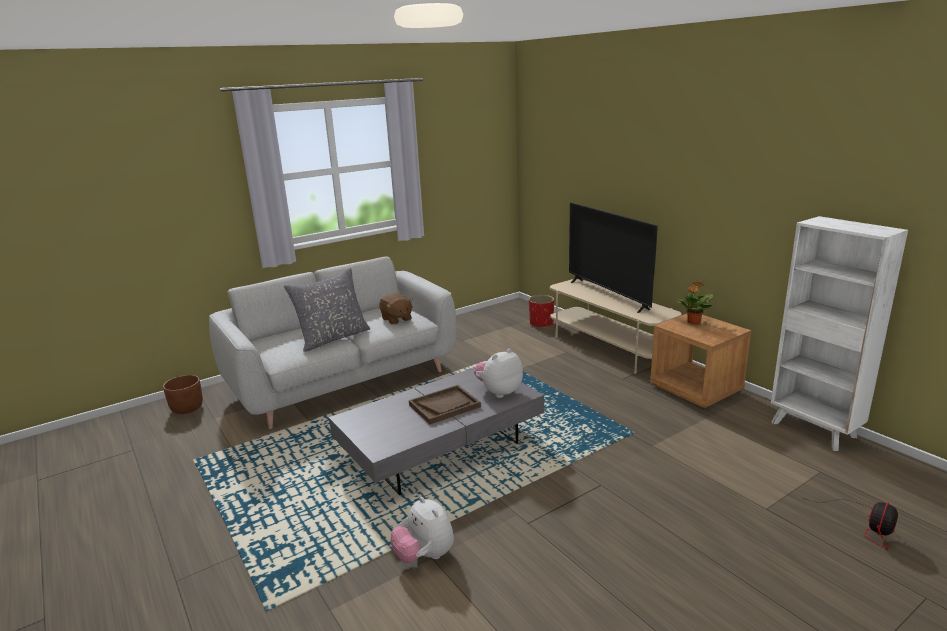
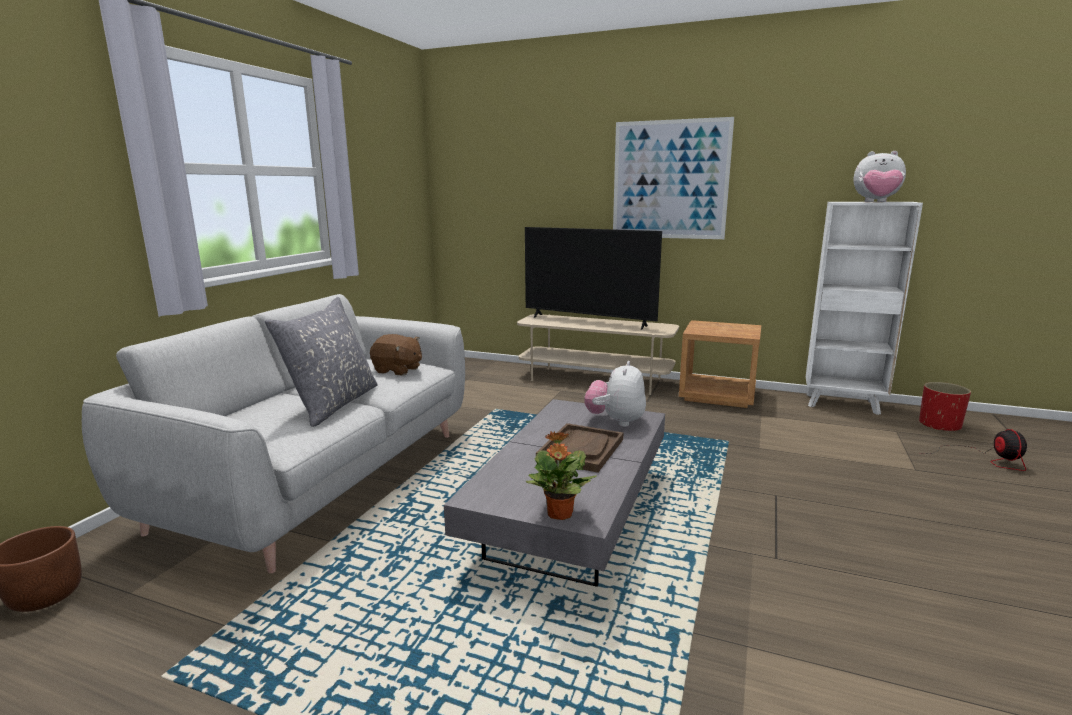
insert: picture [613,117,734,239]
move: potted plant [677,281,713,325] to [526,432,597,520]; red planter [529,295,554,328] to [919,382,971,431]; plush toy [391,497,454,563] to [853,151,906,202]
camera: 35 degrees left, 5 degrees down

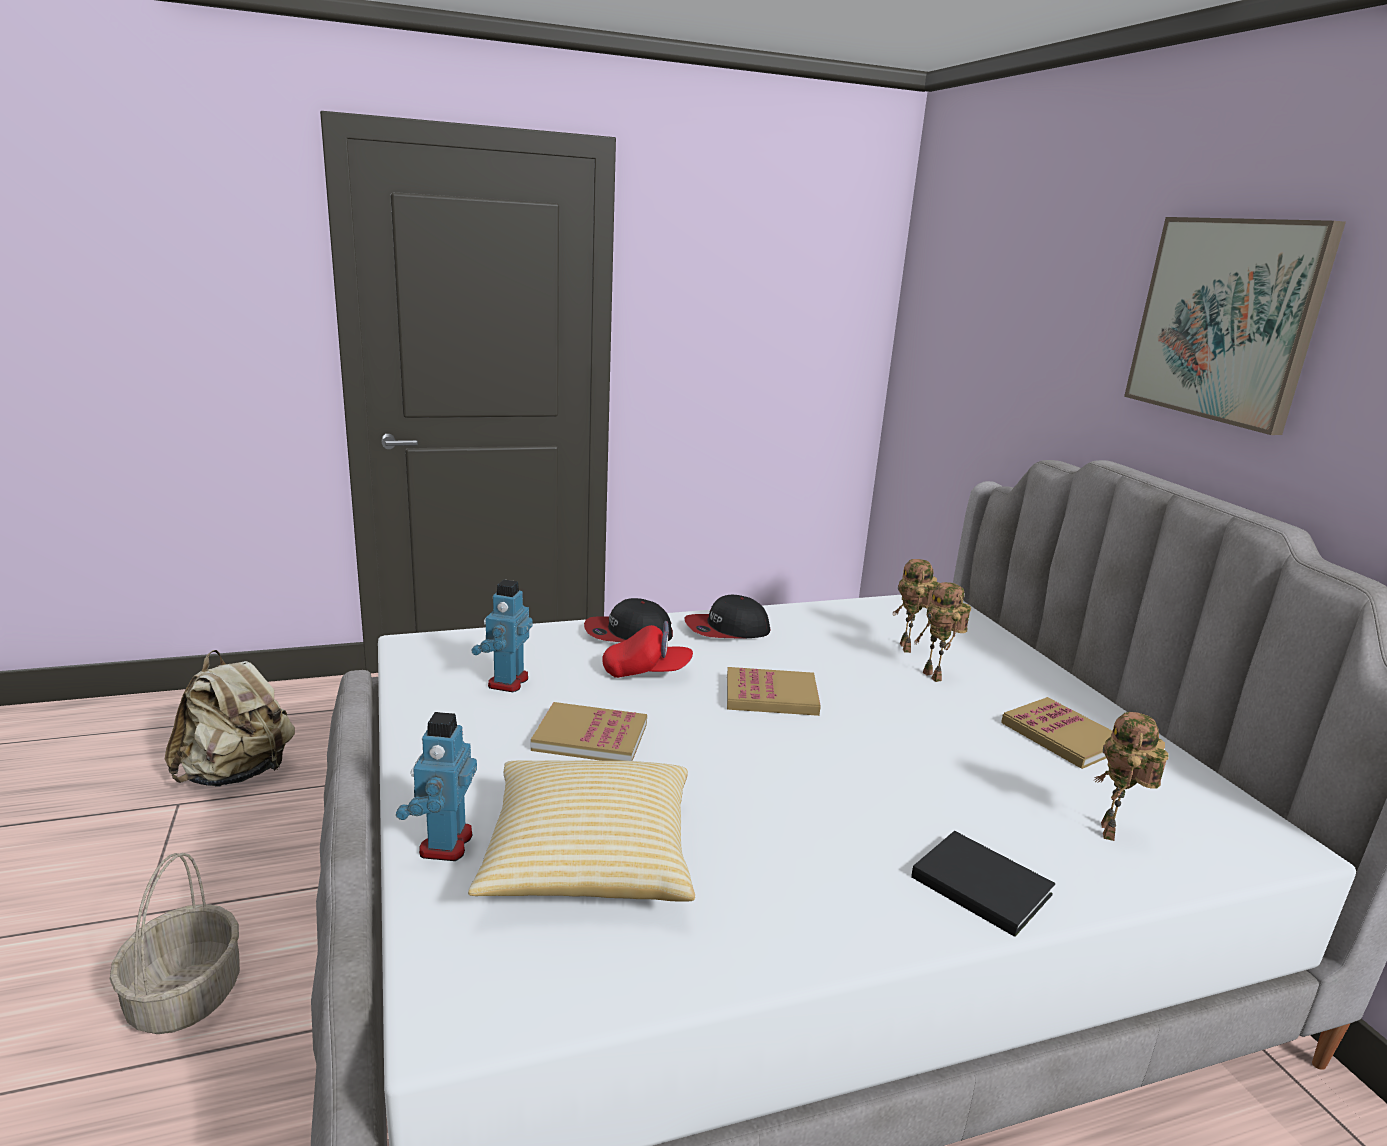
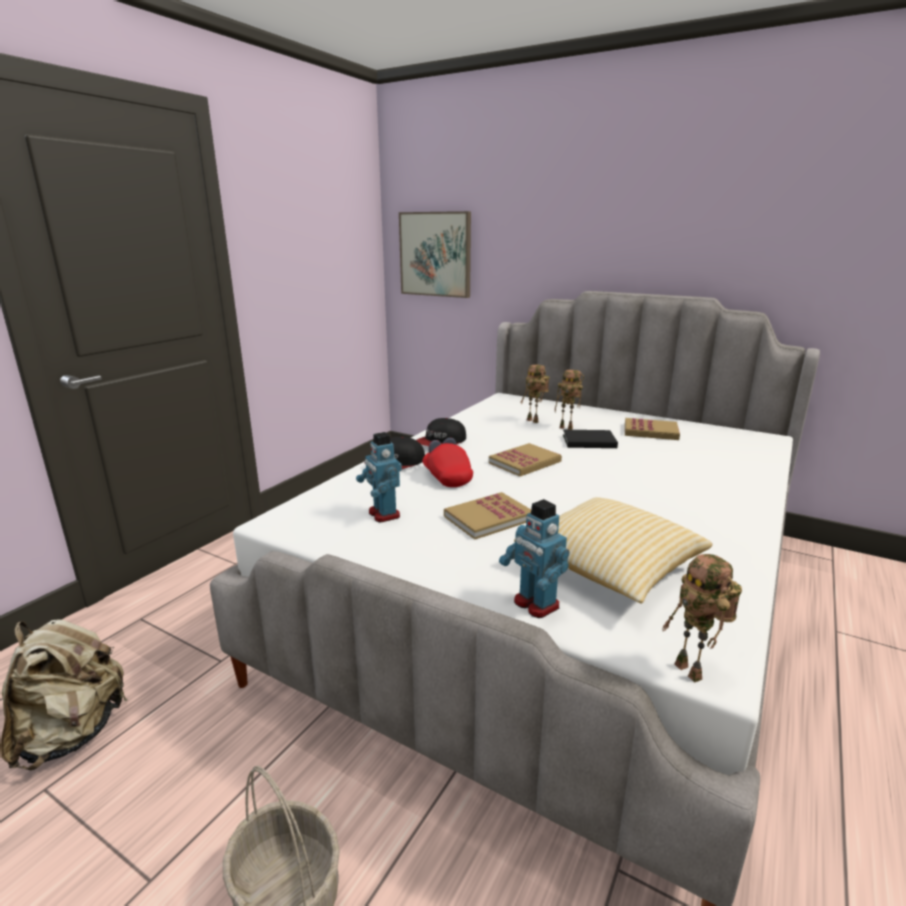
move: picture [1124,217,1346,435] to [399,211,471,298]; toy robot [1094,712,1169,841] to [662,554,742,682]; black book [911,831,1055,937] to [563,430,618,448]
rotate: red cap [602,621,693,678] = [422,438,473,487] 75 degrees counterclockwise
camera: 40 degrees left, 0 degrees up

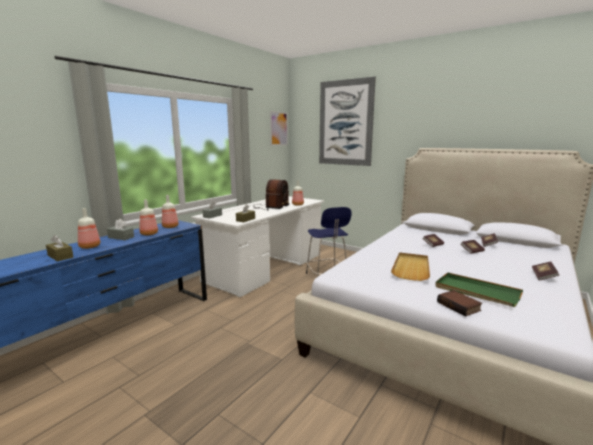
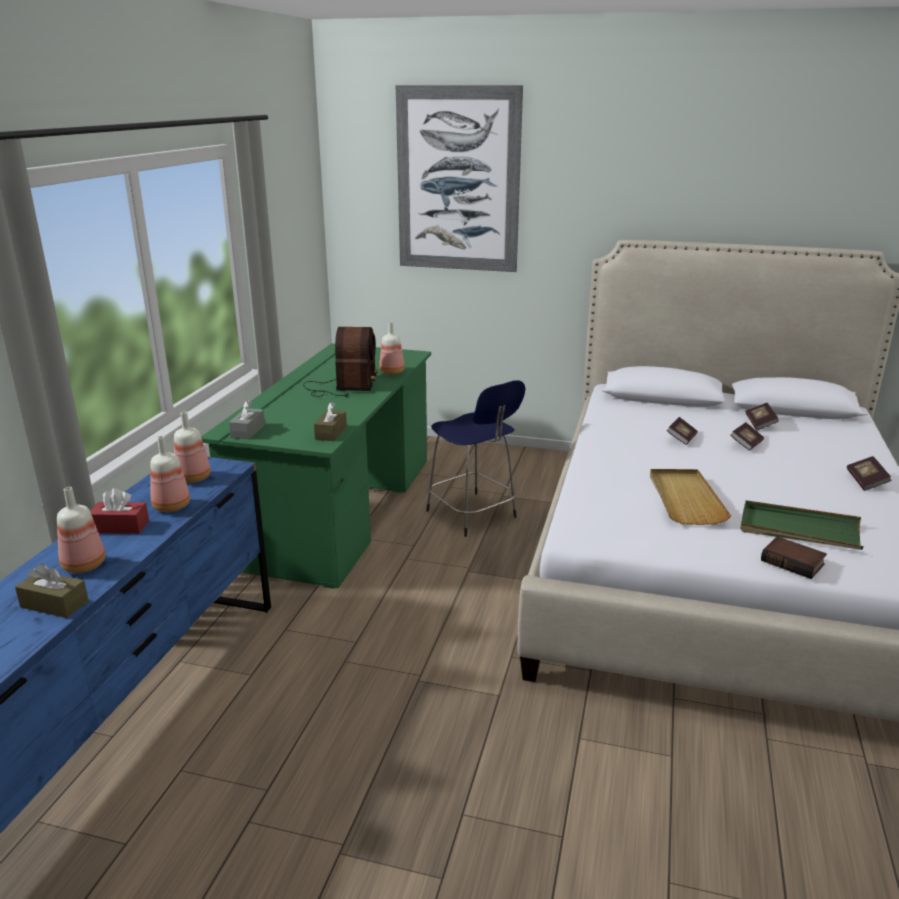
delete: picture [270,111,288,146]
recolor: white desk [191,196,324,297] to green desk [201,343,431,589]; grey tissue box [107,219,134,240] to red tissue box [90,488,149,534]
camera: 20 degrees left, 10 degrees up

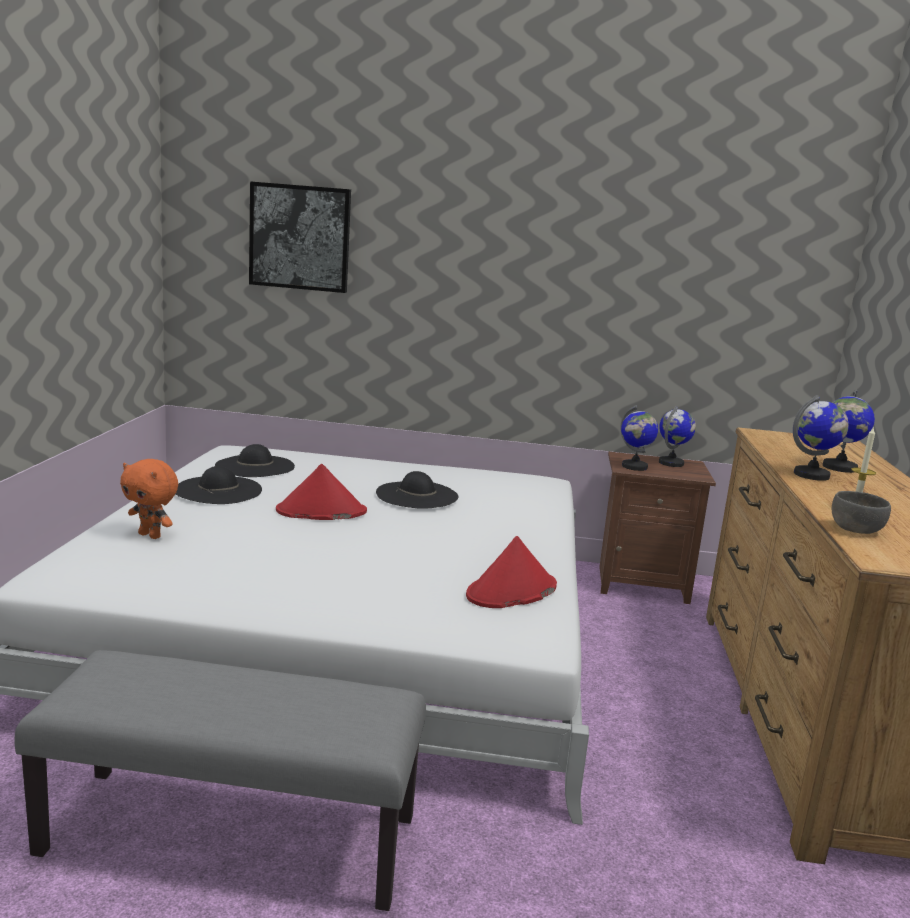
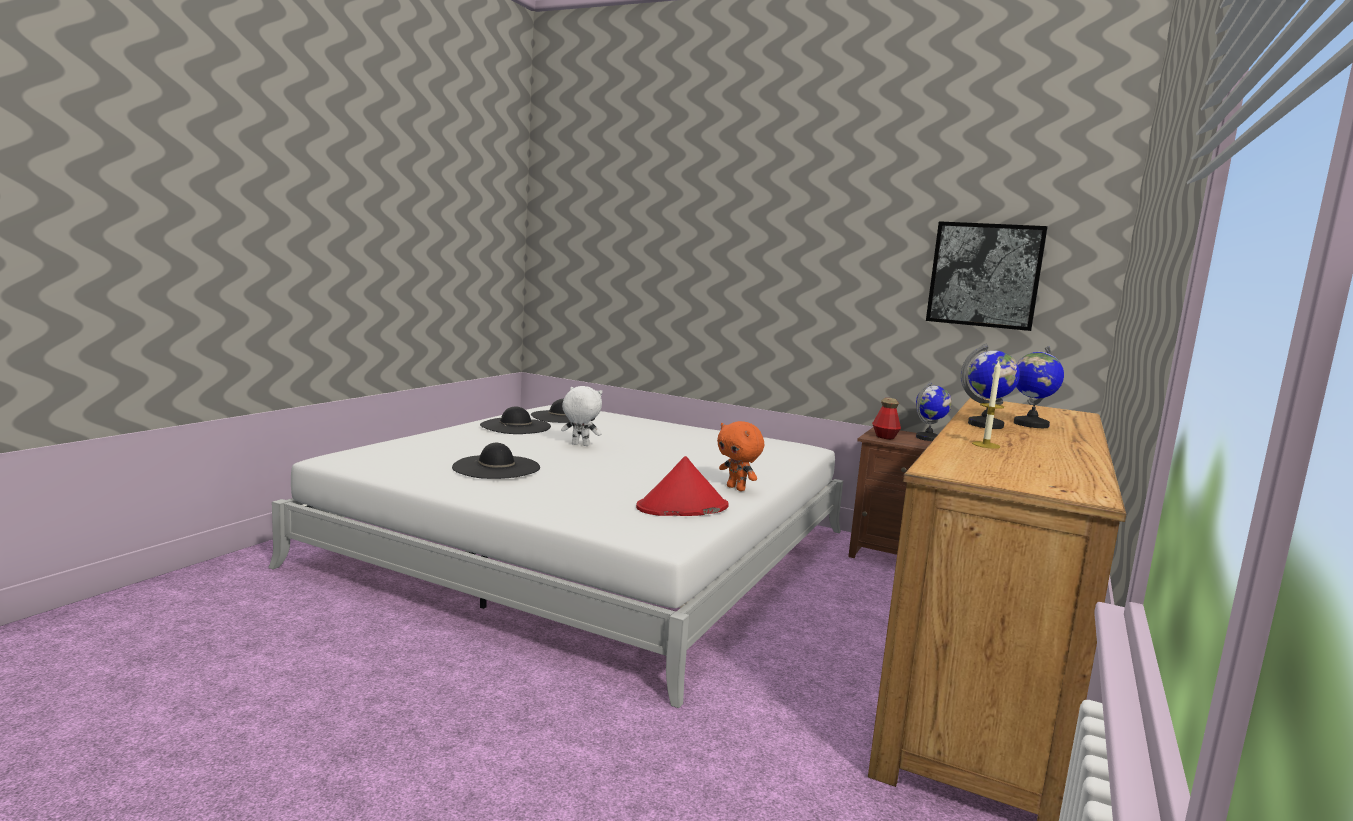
delete: grey bowl [832,491,891,534]; grey bench [14,650,426,911]
move: picture [249,181,351,293] to [926,221,1048,331]; orange plush toy [120,459,178,539] to [717,421,764,491]; black hat [376,471,459,509] to [452,443,540,479]
replace: globe [620,405,658,471] to bottle [872,398,901,439]; red hat [276,464,367,520] to white plush toy [561,386,603,446]
camera: 20 degrees right, 5 degrees down

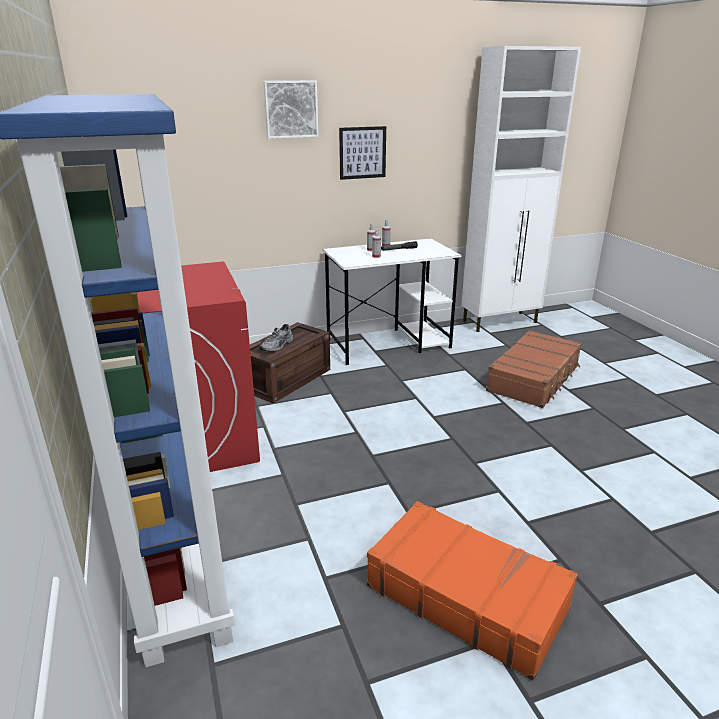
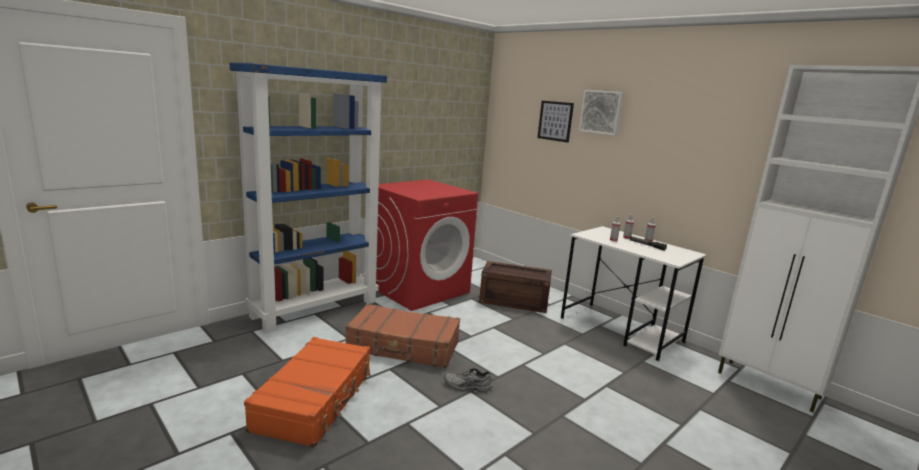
move: picture [339,126,386,180] to [537,101,574,143]; grey shoe [259,324,294,352] to [444,368,492,392]; brown suitcase [486,330,582,408] to [345,304,460,368]
camera: 65 degrees right, 10 degrees down

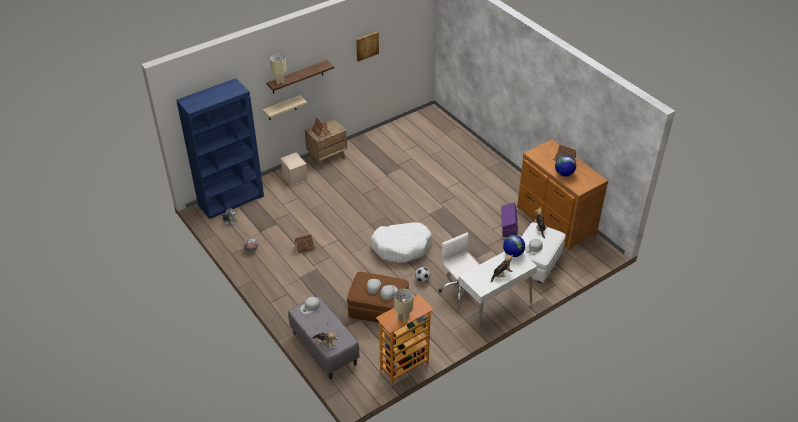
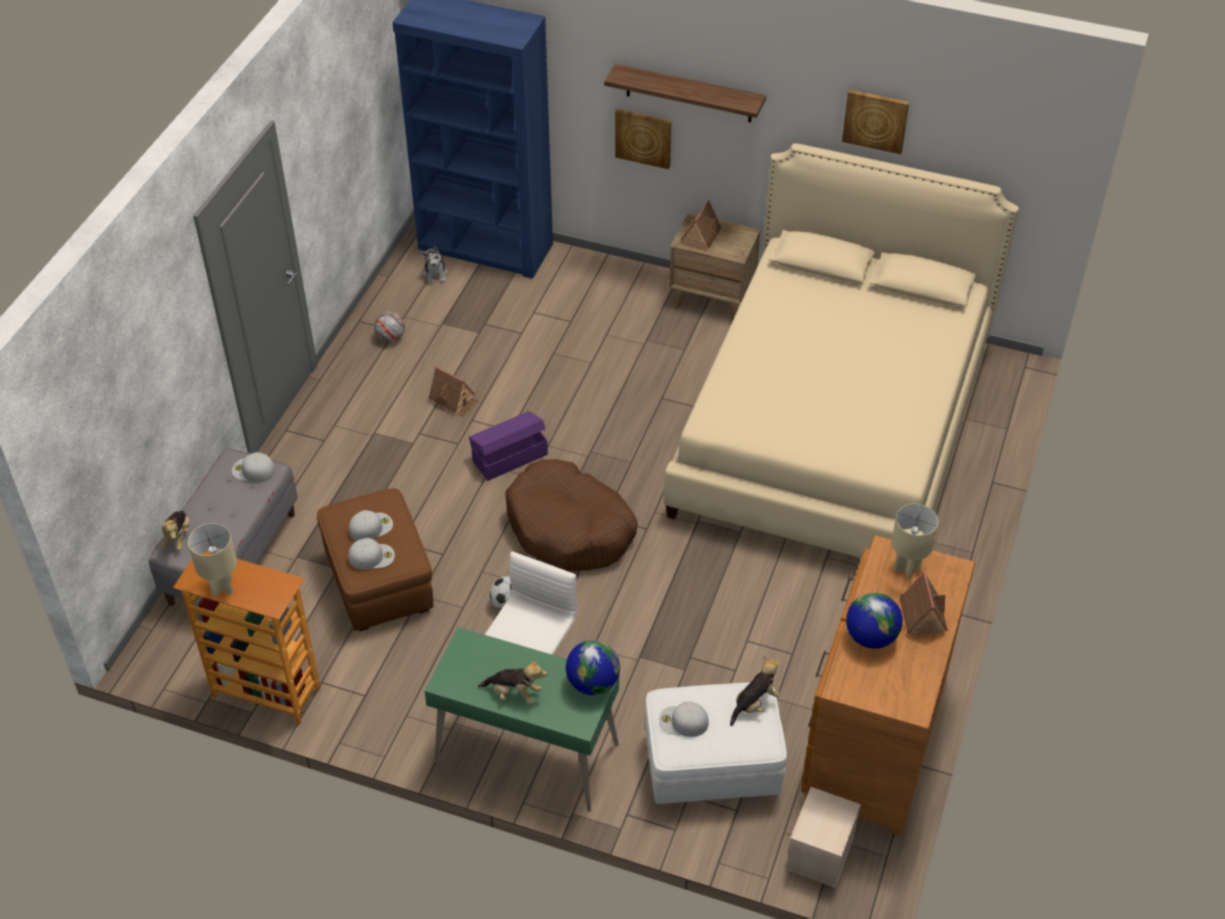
insert: beige bed [664,143,1019,558]
move: beige table lamp [270,54,287,84] to [891,504,938,579]; beige storage box [280,153,308,186] to [786,787,861,888]; purple storage box [501,202,518,237] to [469,411,548,481]
replace: beige shelf [263,95,307,120] to picture [615,109,671,169]
recolor: white dog bed [371,222,432,263] to brown dog bed [506,459,638,571]; white desk [456,251,537,333] to green desk [424,627,619,812]
camera: 55 degrees right, 5 degrees up

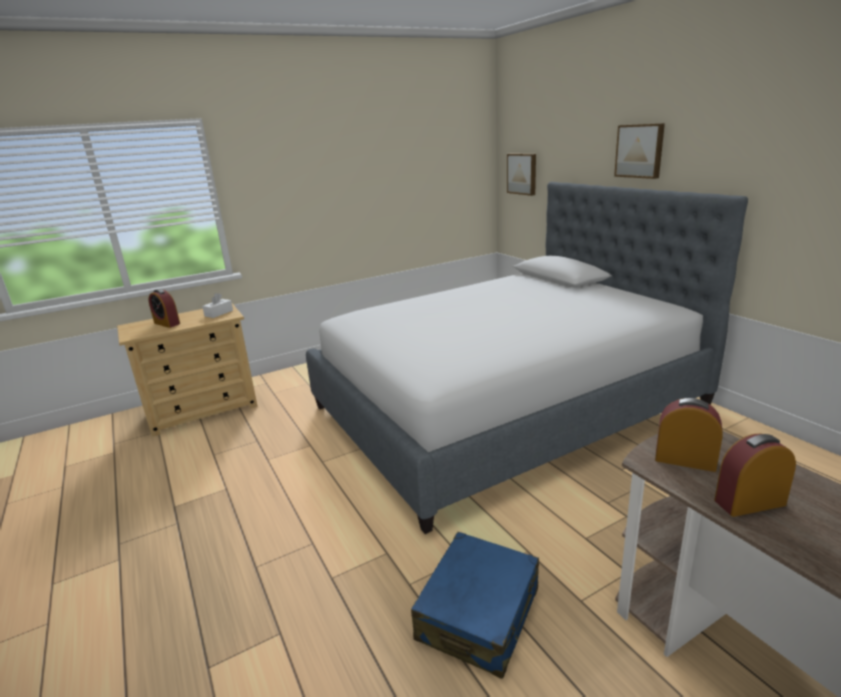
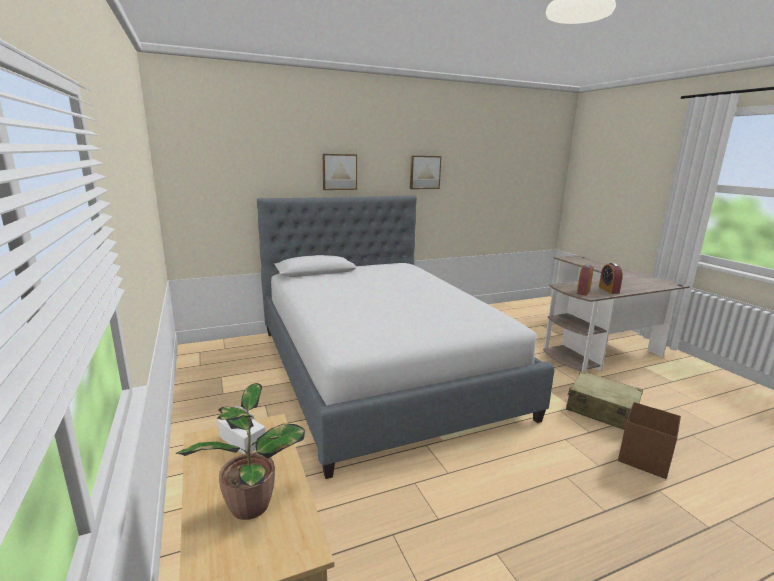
insert: brown storage box [618,402,681,479]
move: picture [507,154,536,196] to [410,156,442,189]
replace: alarm clock [149,289,180,328] to potted plant [176,383,305,520]
recolor: blue suitcase [411,532,539,679] to beige suitcase [566,371,643,430]
camera: 85 degrees left, 5 degrees down

